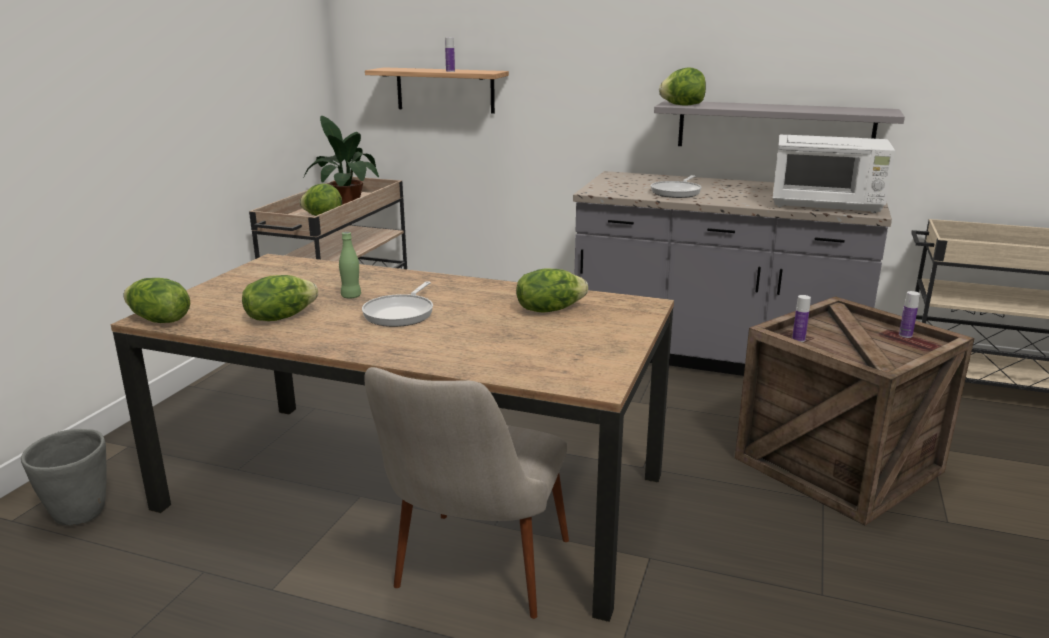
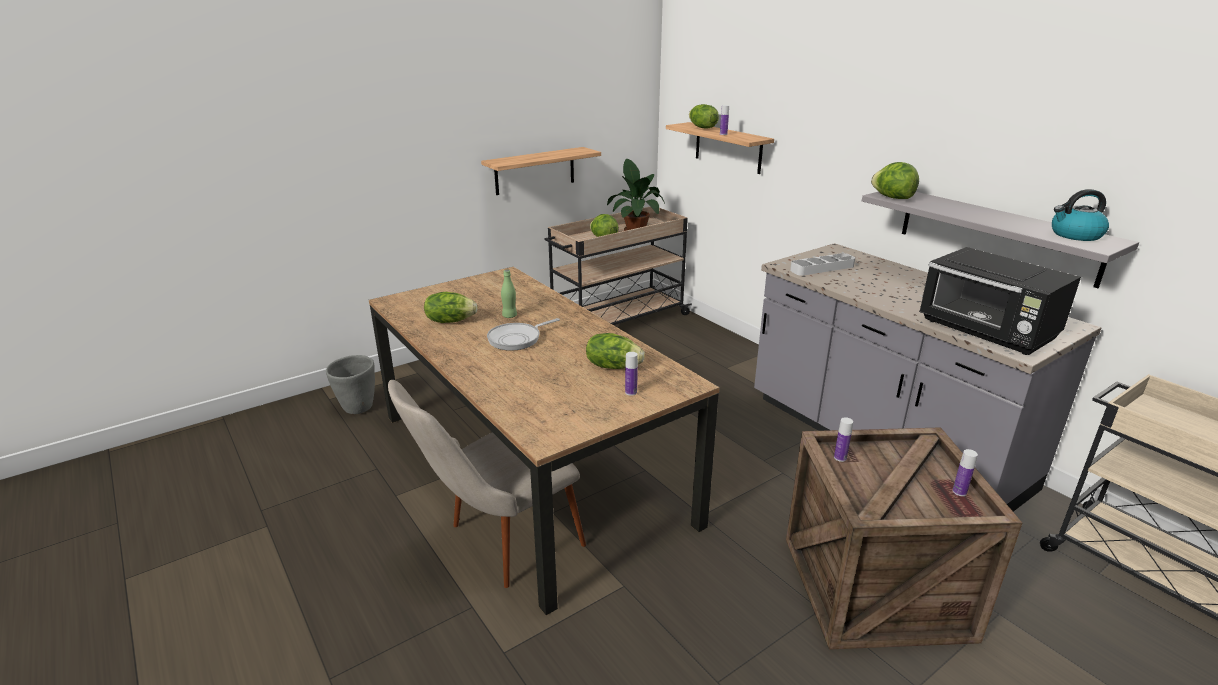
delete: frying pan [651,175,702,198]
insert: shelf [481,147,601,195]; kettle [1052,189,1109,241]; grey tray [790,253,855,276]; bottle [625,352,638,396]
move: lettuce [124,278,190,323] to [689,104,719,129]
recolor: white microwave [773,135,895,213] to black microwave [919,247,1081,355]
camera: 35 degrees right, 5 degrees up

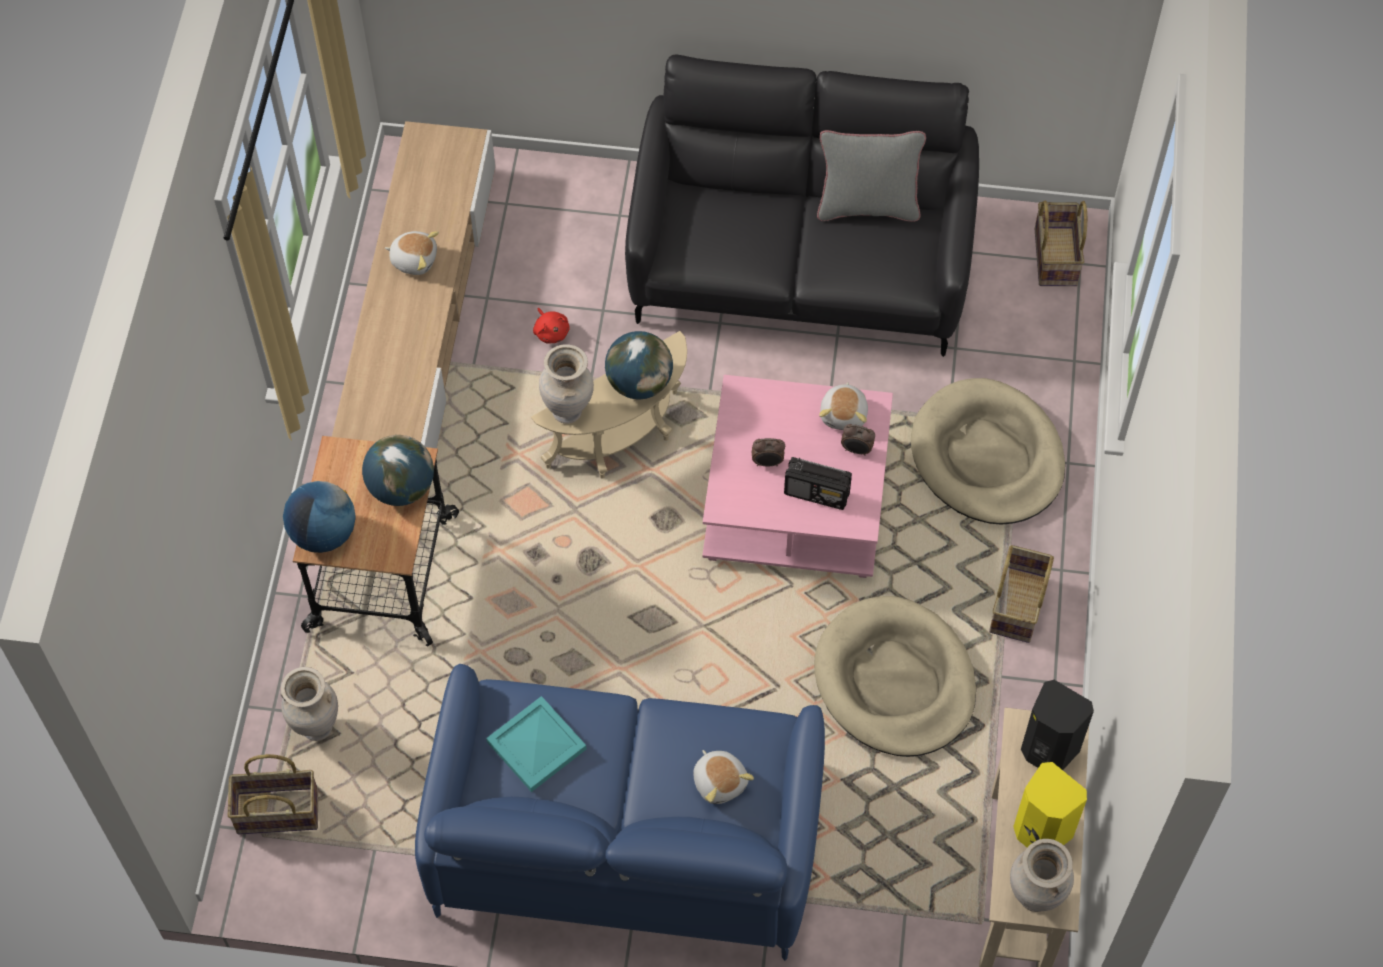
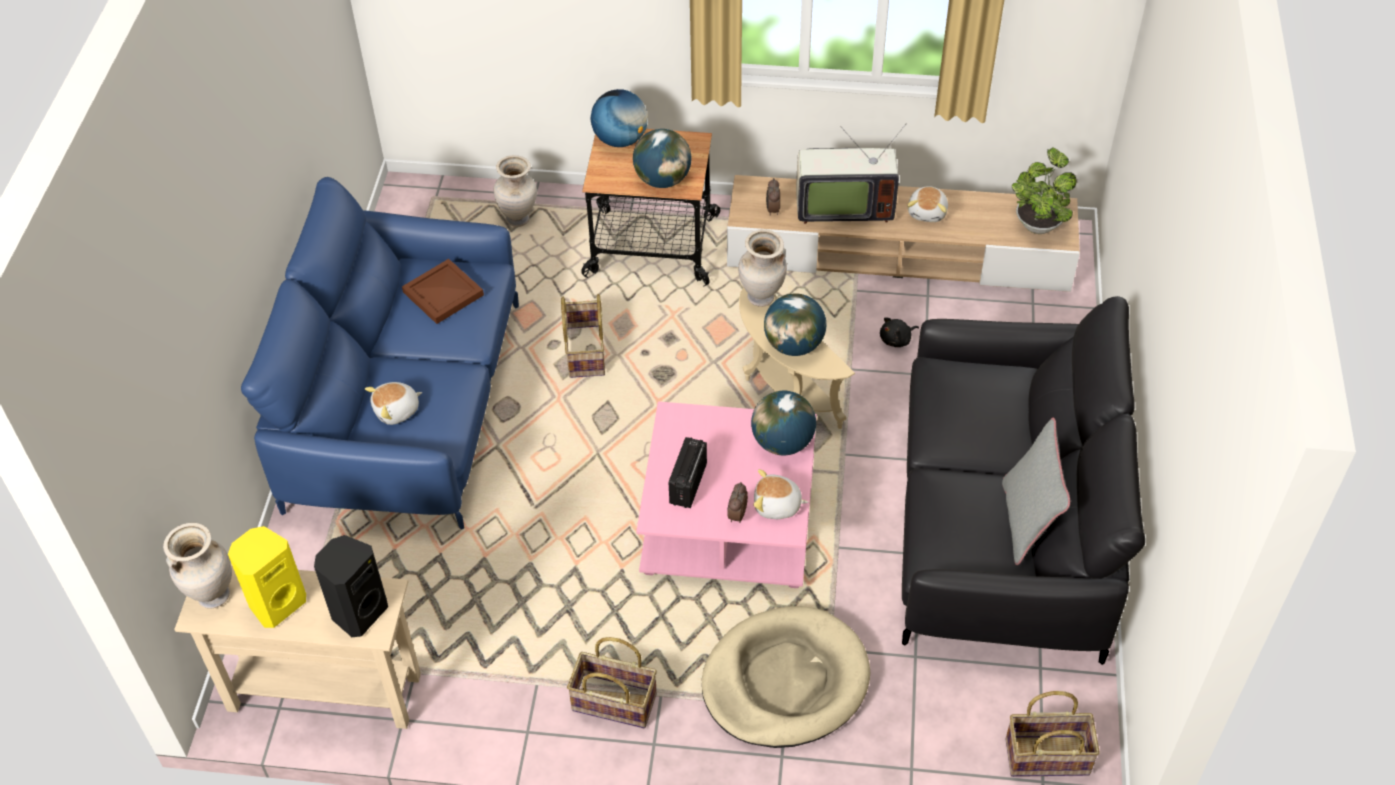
delete: beige dog bed [814,596,976,757]
insert: television [796,123,907,224]; potted plant [1012,147,1076,234]; globe [751,391,816,455]
move: alarm clock [752,438,785,467] to [766,178,780,216]; basket [228,754,318,834] to [561,294,605,378]
recolor: red plush toy [533,308,570,344] to black plush toy [880,317,919,347]; turquoise tray [486,696,587,792] to brown tray [402,259,484,324]
camera: 90 degrees right, 10 degrees down

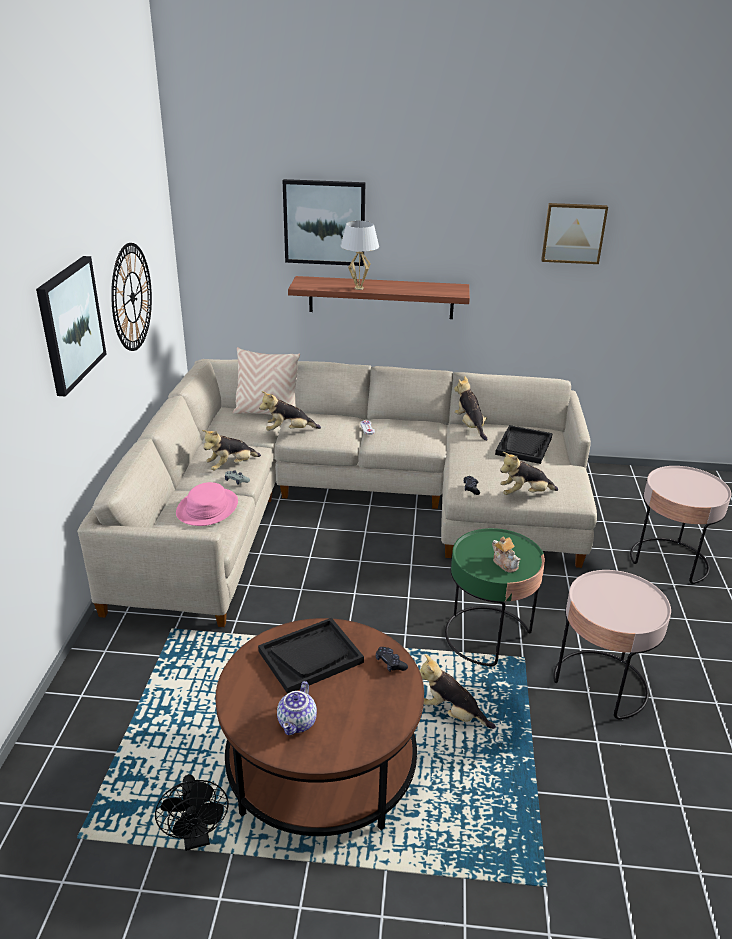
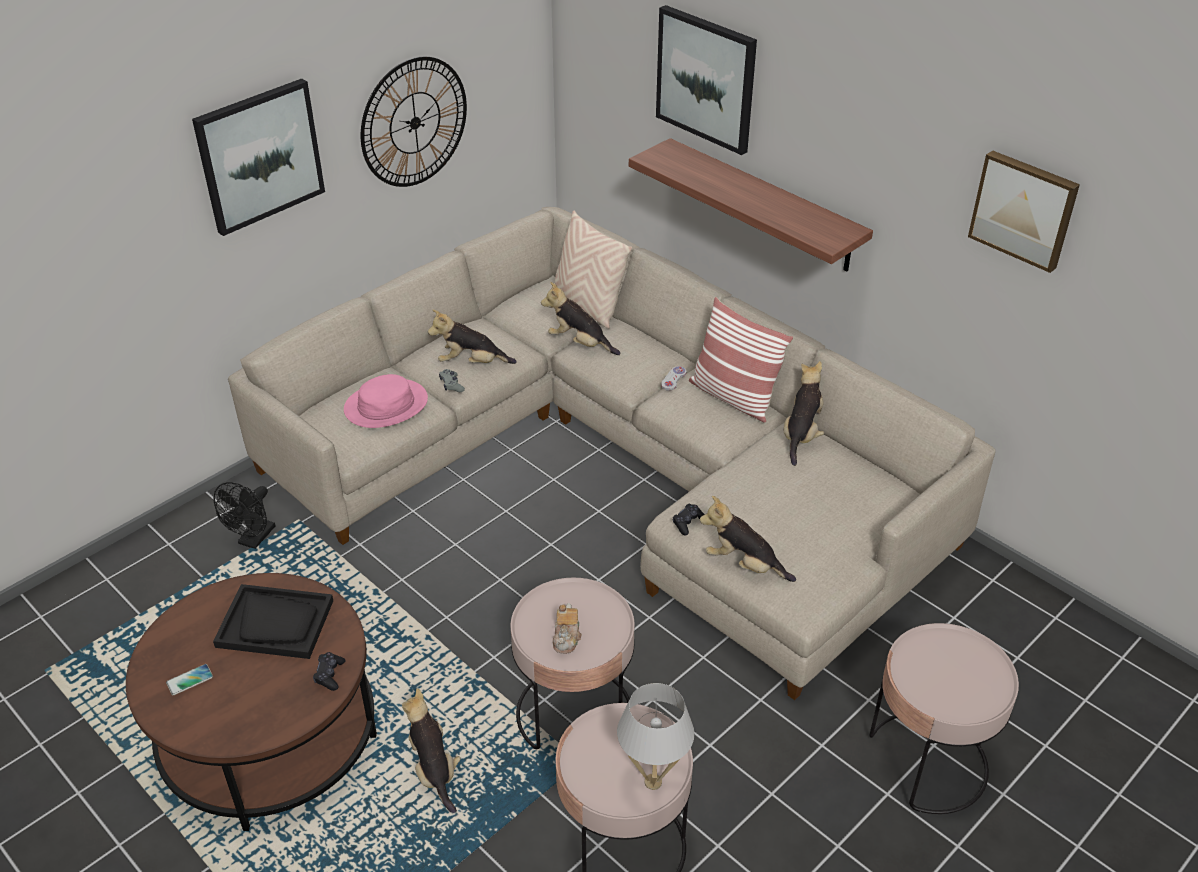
delete: black tray [495,425,553,464]
insert: pillow [689,297,793,423]
move: white table lamp [341,221,379,290] to [617,683,695,790]; black fan [155,774,229,851] to [213,482,275,549]
replace: teapot [277,681,317,735] to phone [166,664,213,695]
recolor: green side table [445,528,545,666] to pink side table [511,578,635,749]
camera: 40 degrees right, 10 degrees up

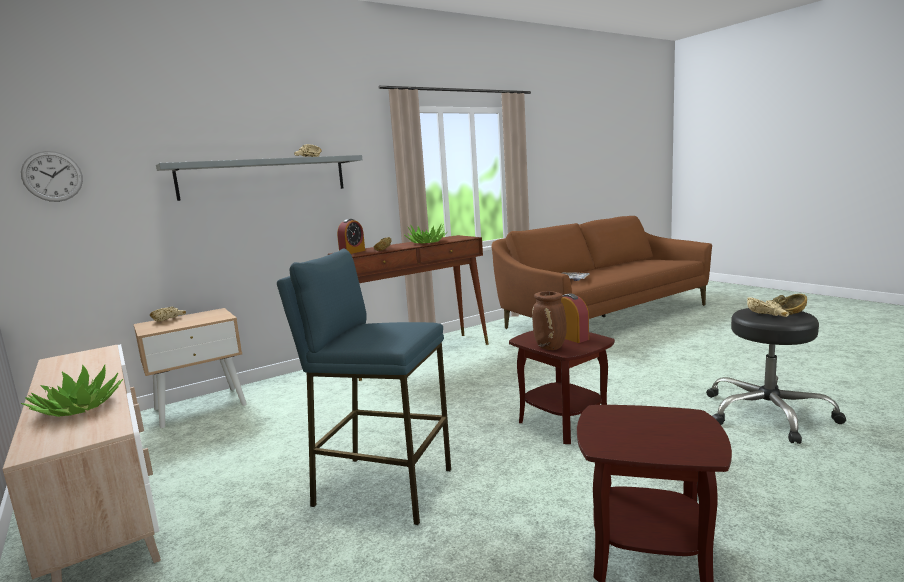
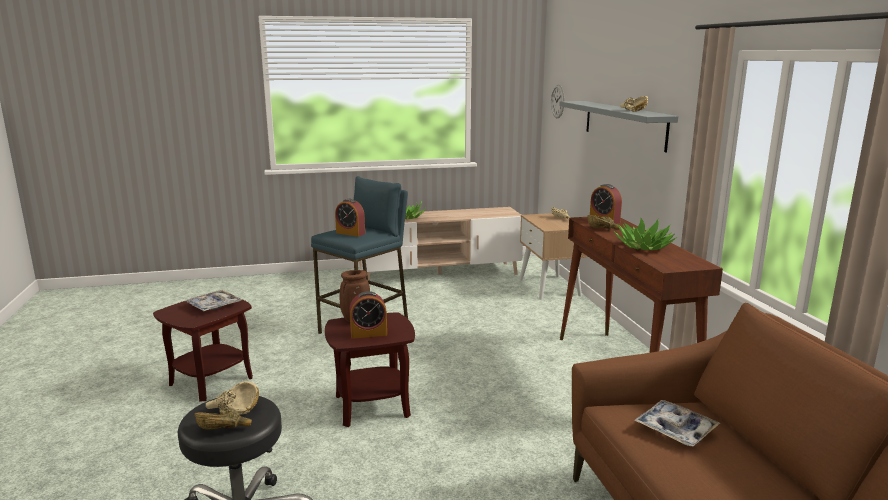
insert: alarm clock [335,199,365,237]; tray [186,290,242,311]
camera: 110 degrees right, 5 degrees up

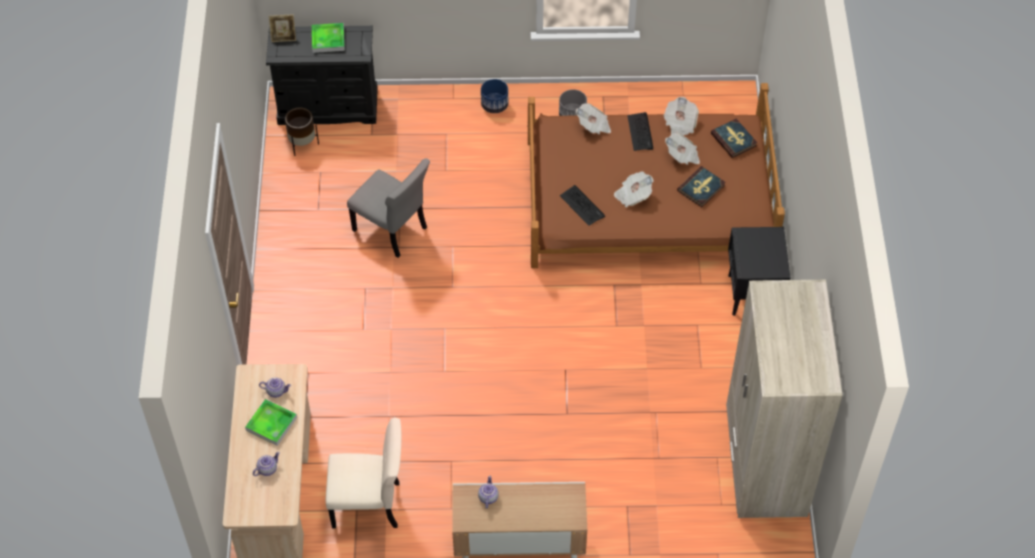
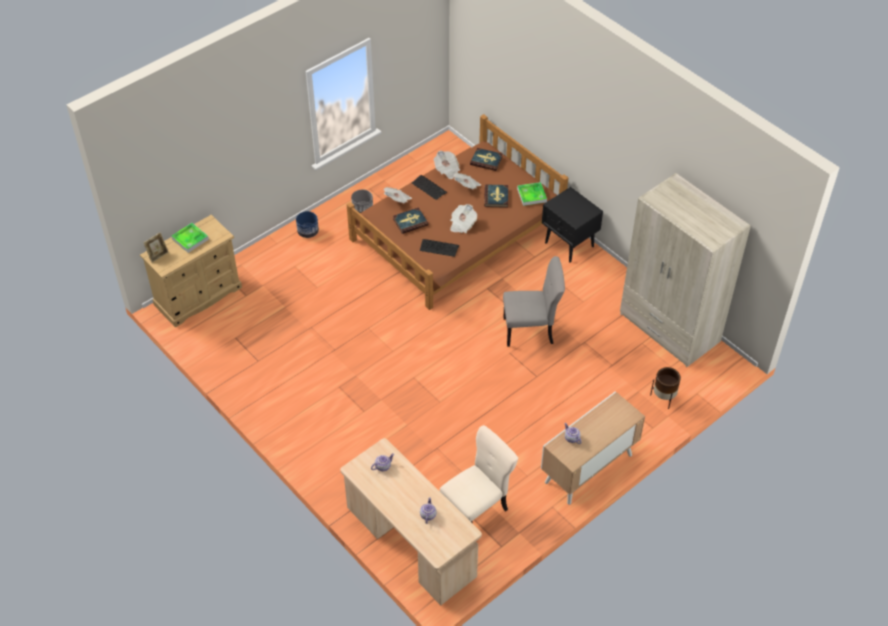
insert: book [393,207,428,234]
move: brown planter [285,107,319,156] to [650,367,681,409]; grey chair [347,158,430,258] to [503,256,565,347]; tray [245,399,297,446] to [517,182,547,206]
recolor: black dresser [266,26,378,125] to beige dresser [140,215,242,328]
camera: 40 degrees left, 5 degrees down

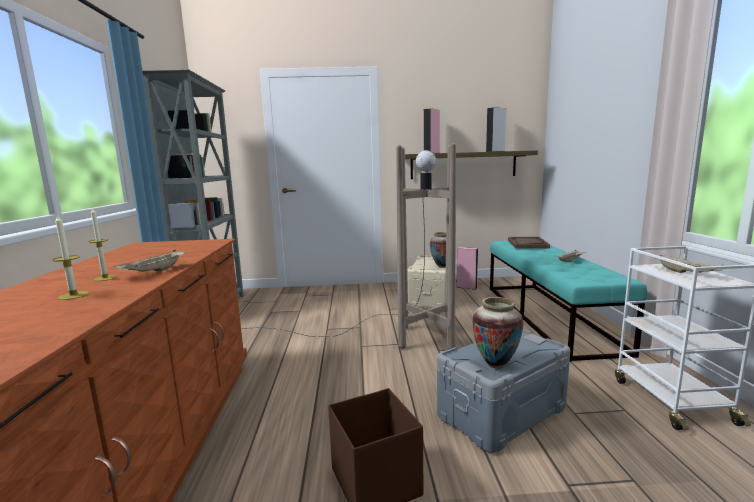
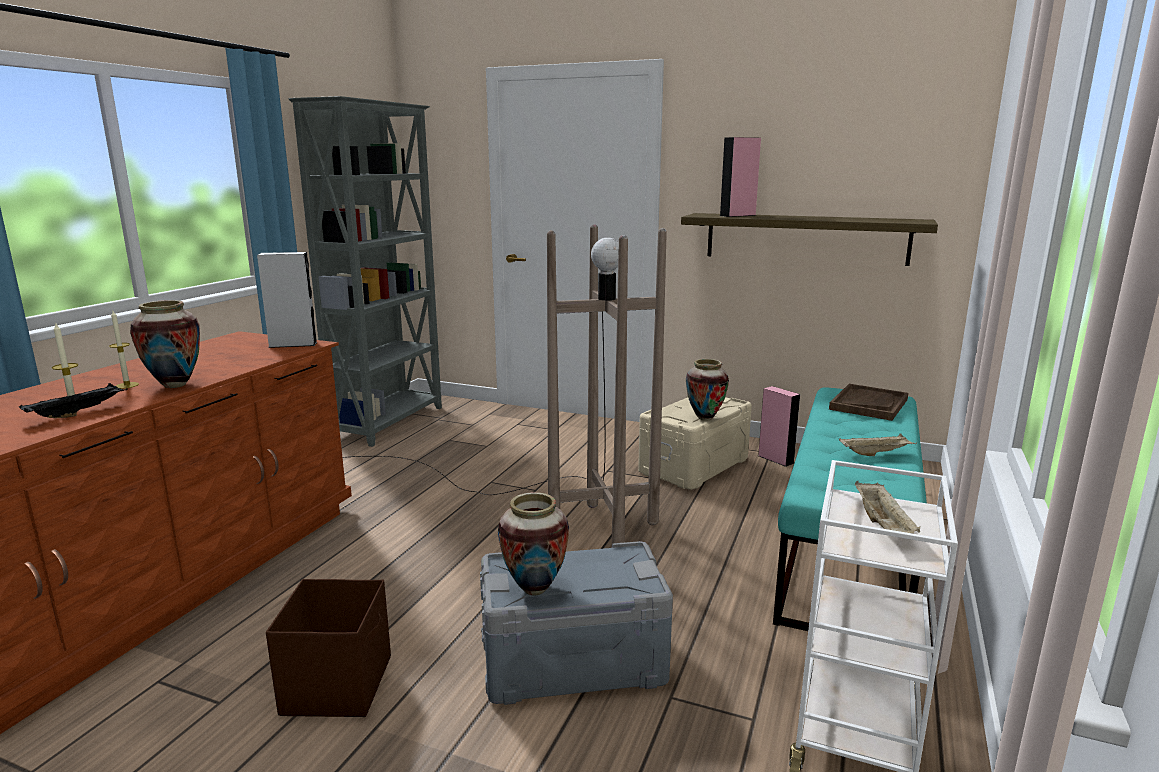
insert: black tray [19,383,128,418]
move: grey speaker [486,107,506,152] to [257,252,317,348]
replace: beige tray [114,250,186,272] to vase [130,300,200,388]
camera: 25 degrees right, 5 degrees up

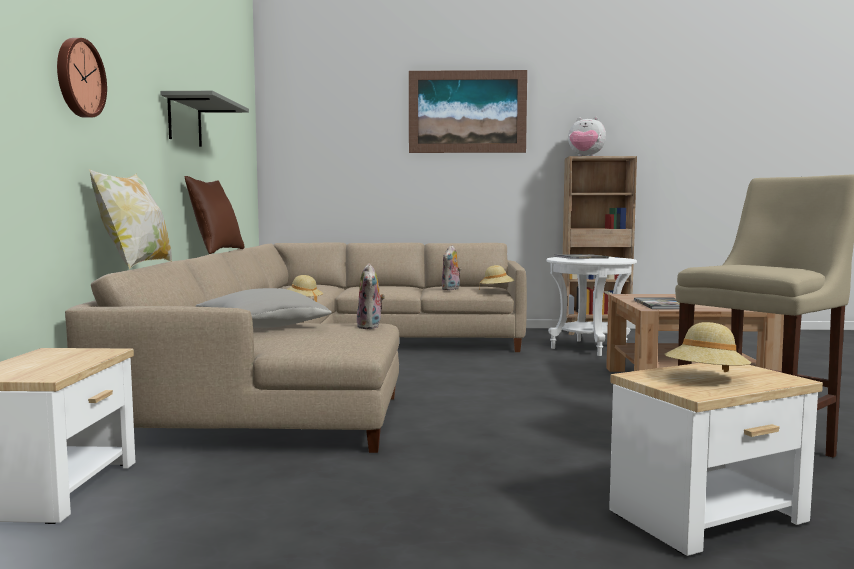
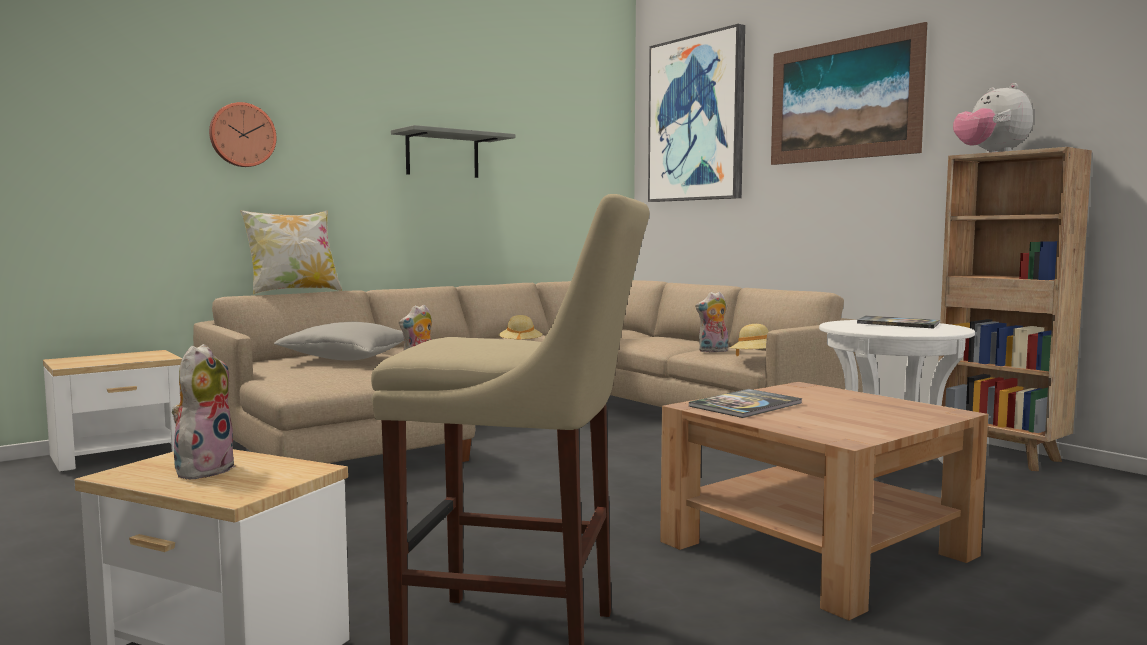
delete: brown pillow [185,176,244,254]
insert: picture [648,24,745,202]
replace: beige hat [665,322,751,372] to plush toy [172,344,236,480]
camera: 50 degrees right, 0 degrees up

